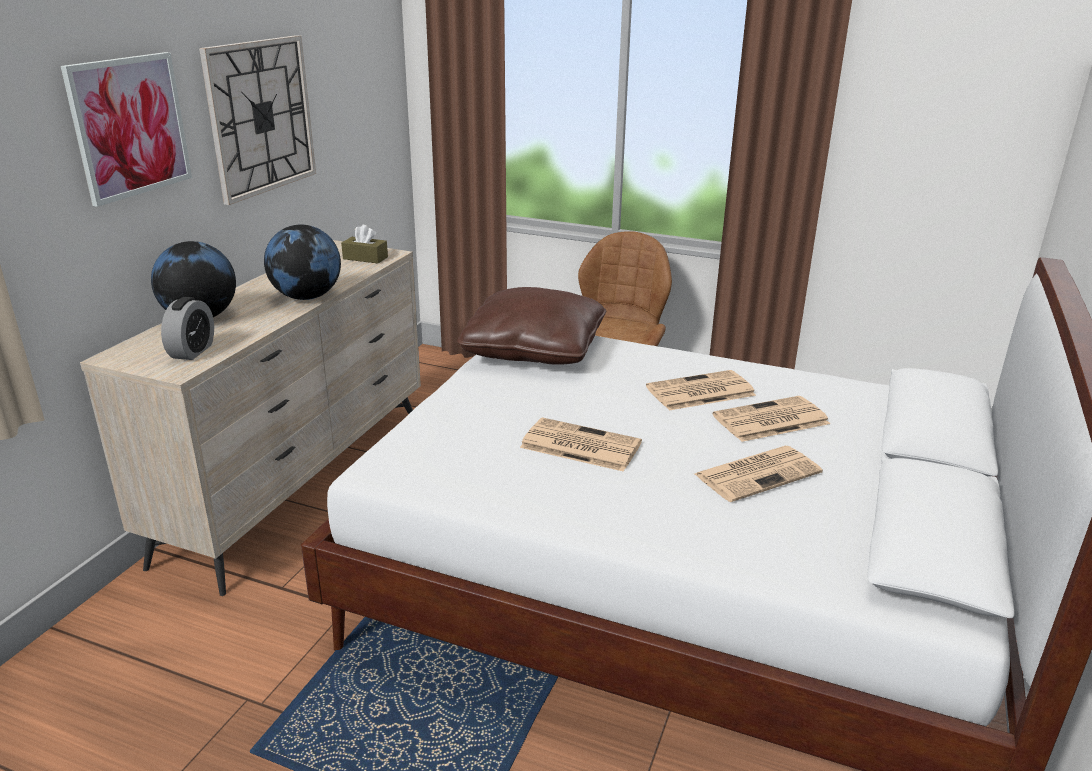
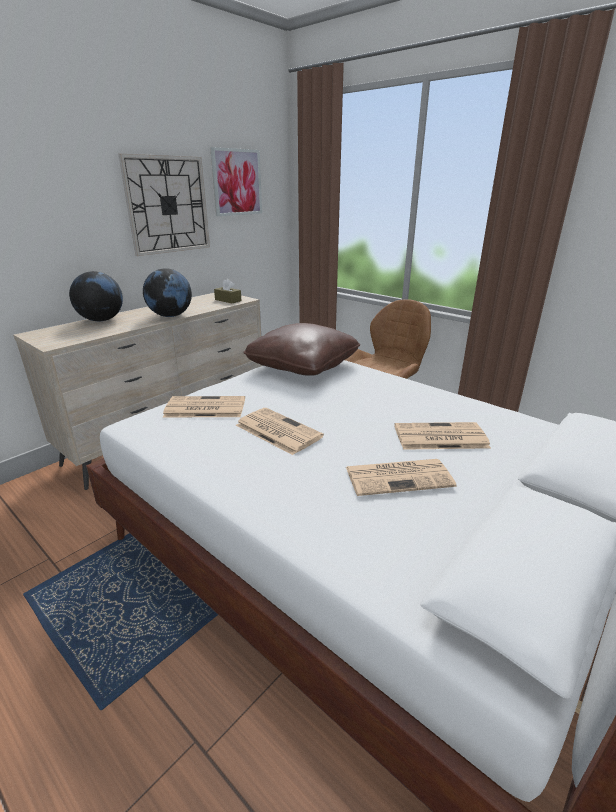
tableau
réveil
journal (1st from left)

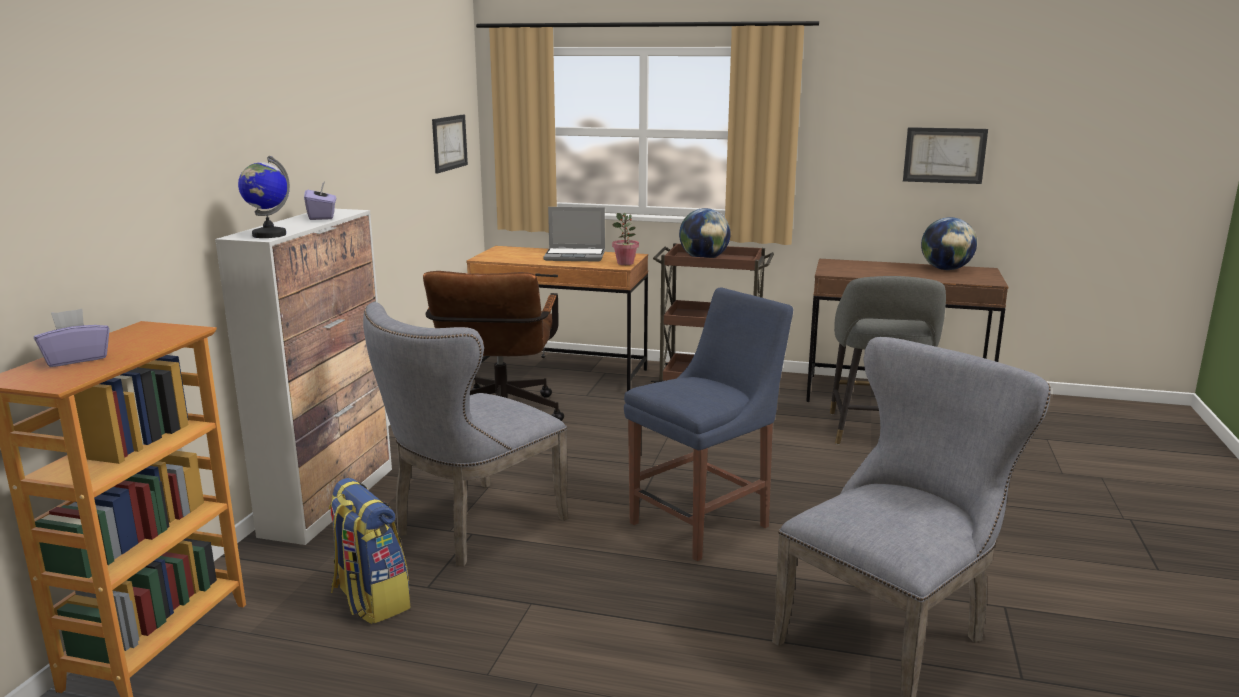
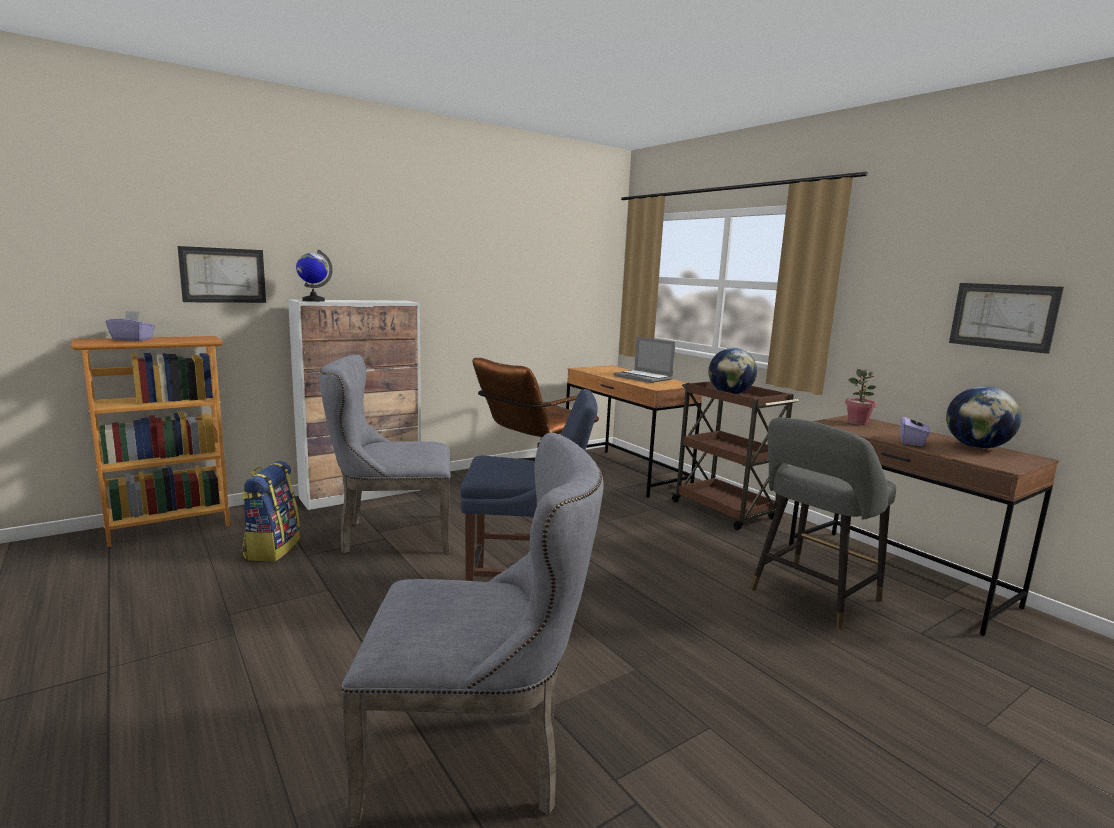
boîte à mouchoirs (violet) (2nd from left)
tableau (1st from left)
plante en pot

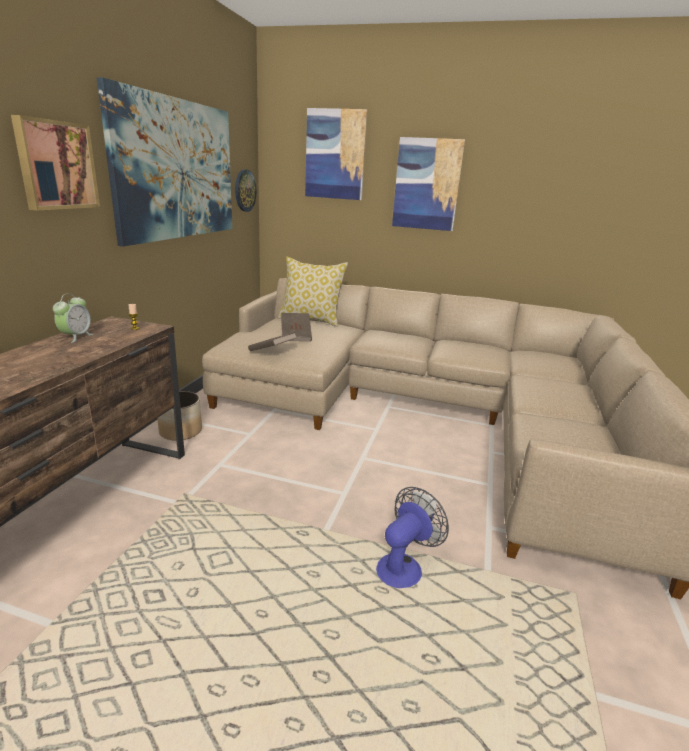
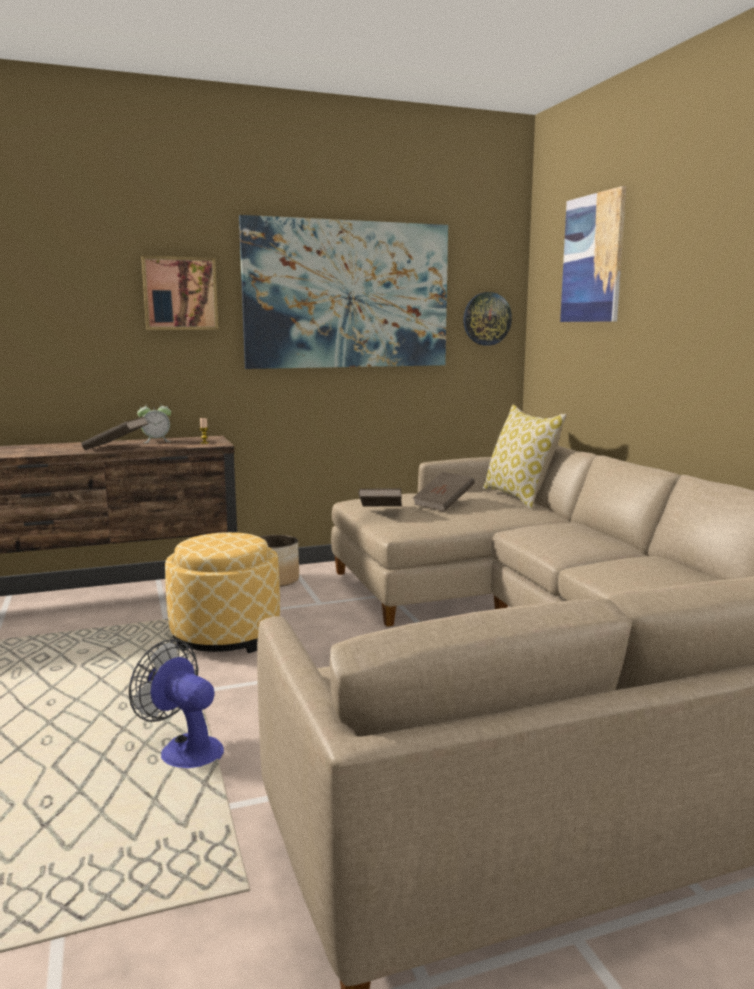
ventilateur
tableau (4th from left in the first image)
livre (marron) (1st from left)
pouf

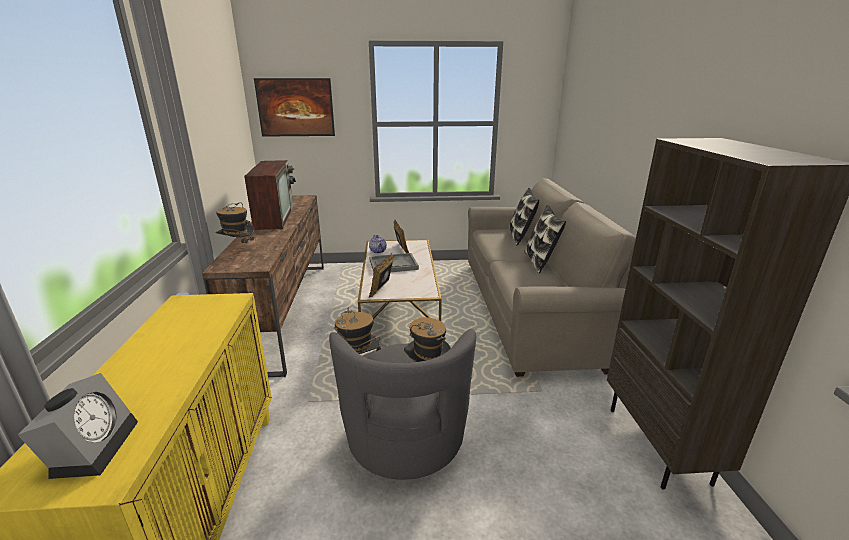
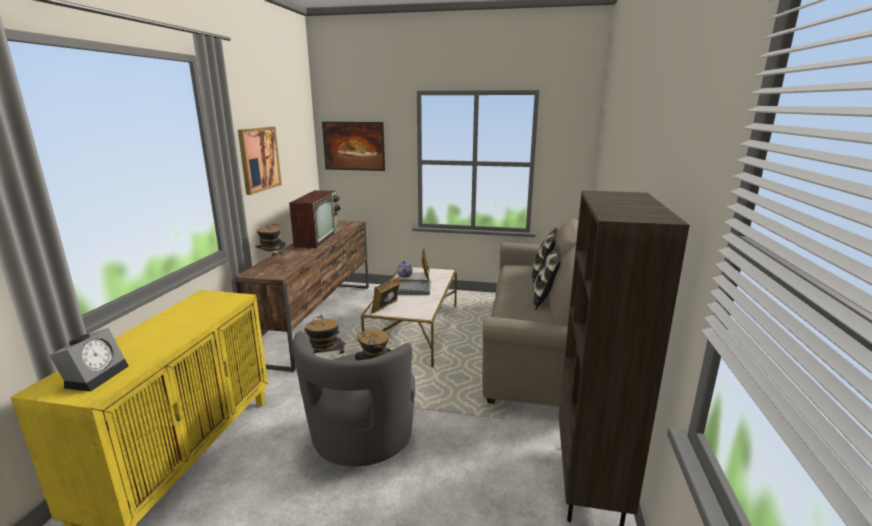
tableau (1st from left)

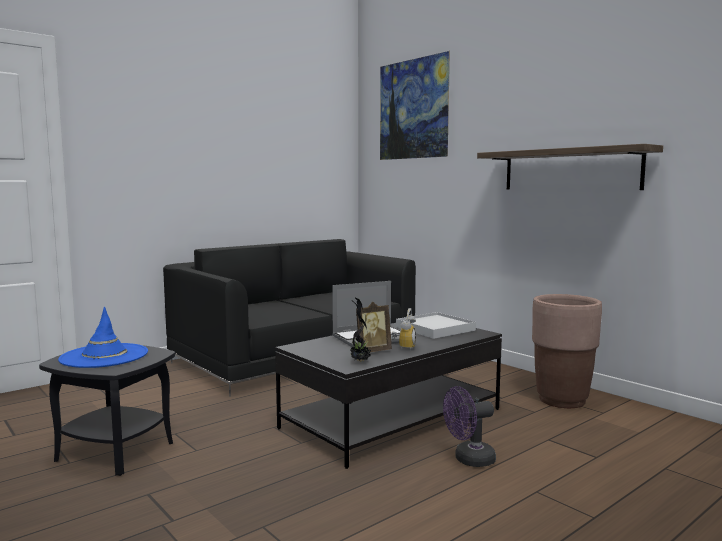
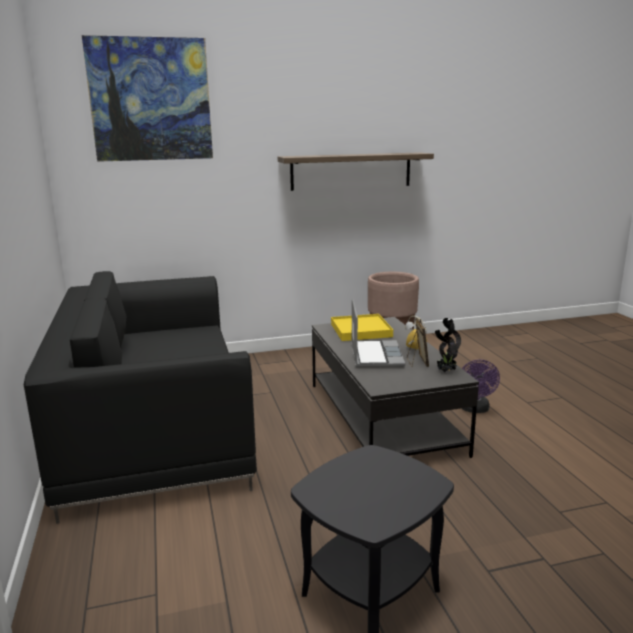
chapeau (bleu)
plateau (jaune)

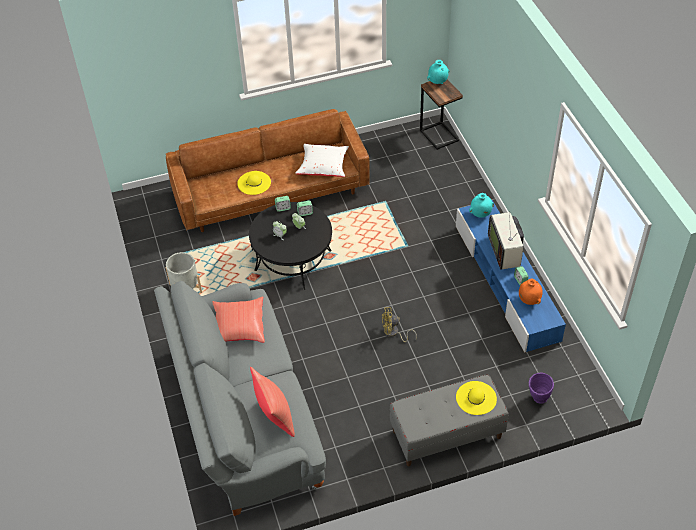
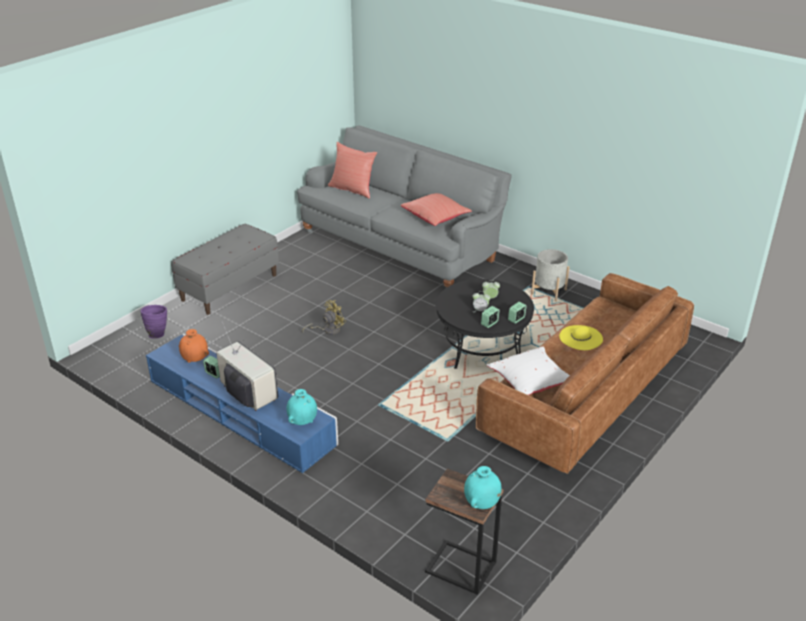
chapeau (jaune) (2nd from left in the first image)

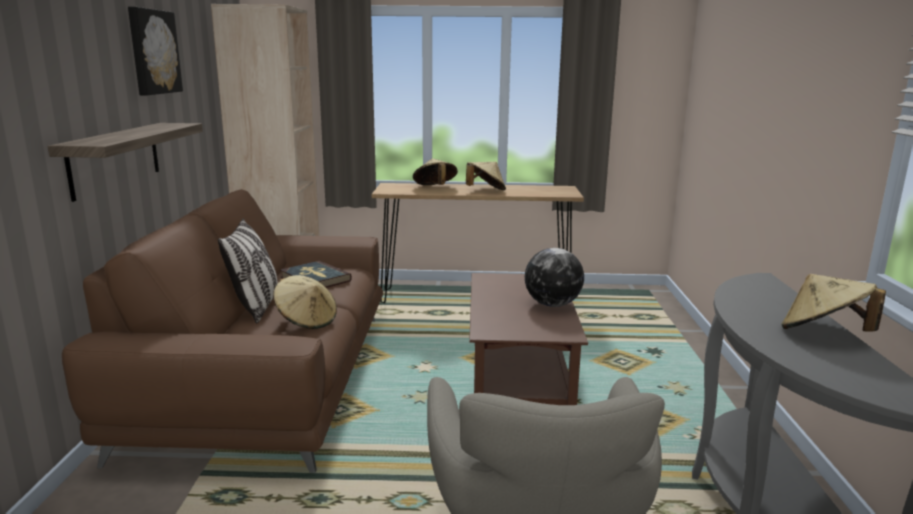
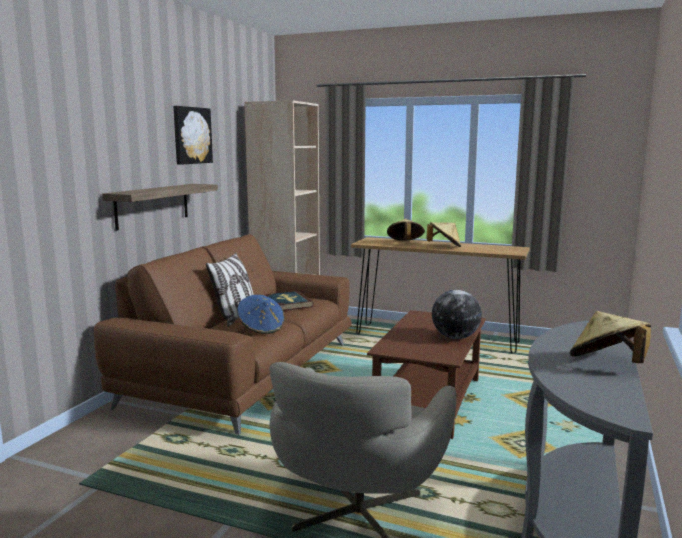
chapeau (bleu)

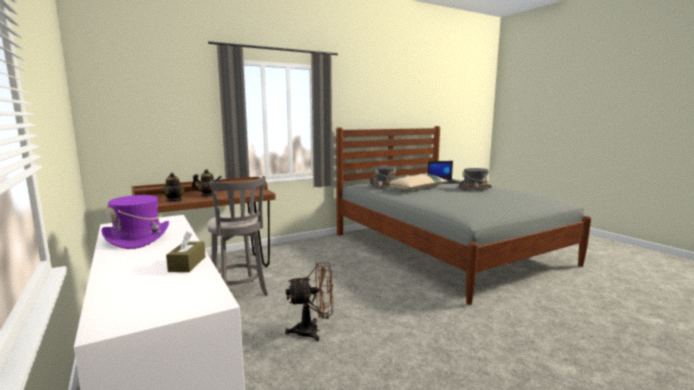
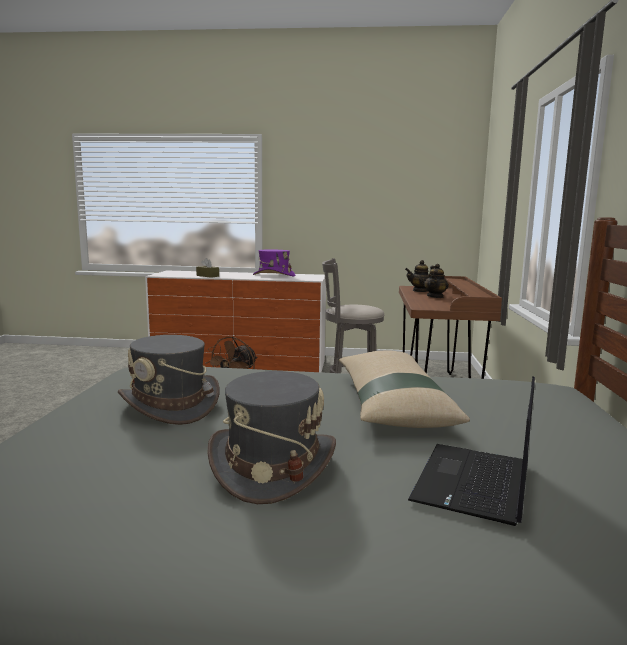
chapeau (gris) (1st from left)

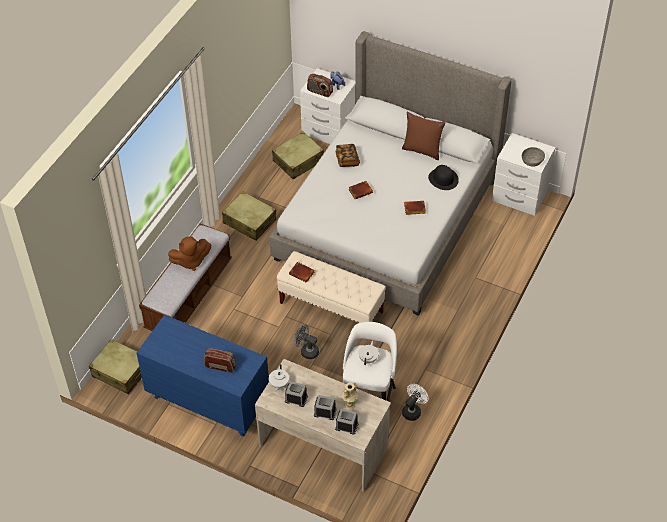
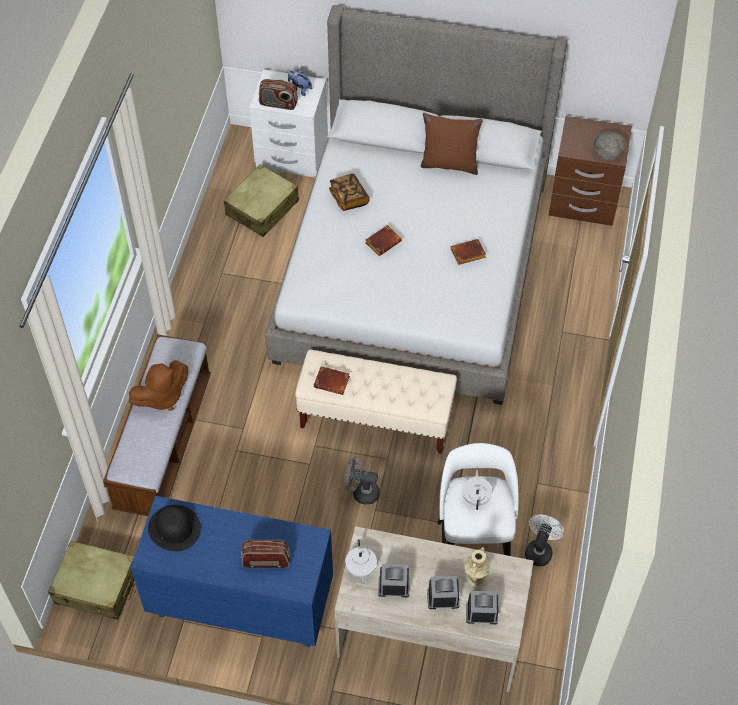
valise (beige) (2nd from left in the first image)
chapeau (noir)
table de chevet (marron)

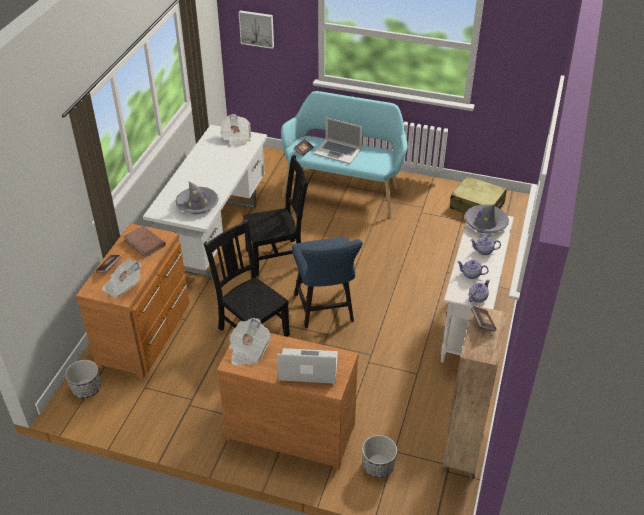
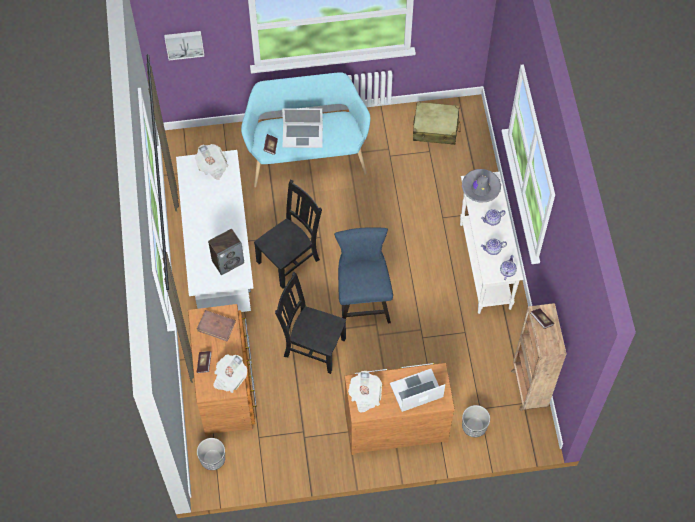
enceinte
chaise (bleu)

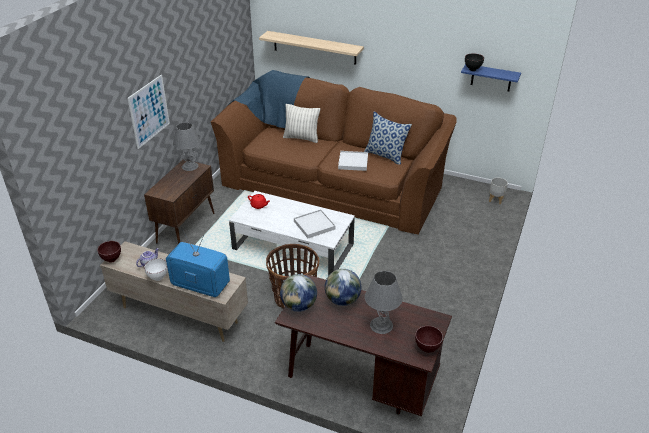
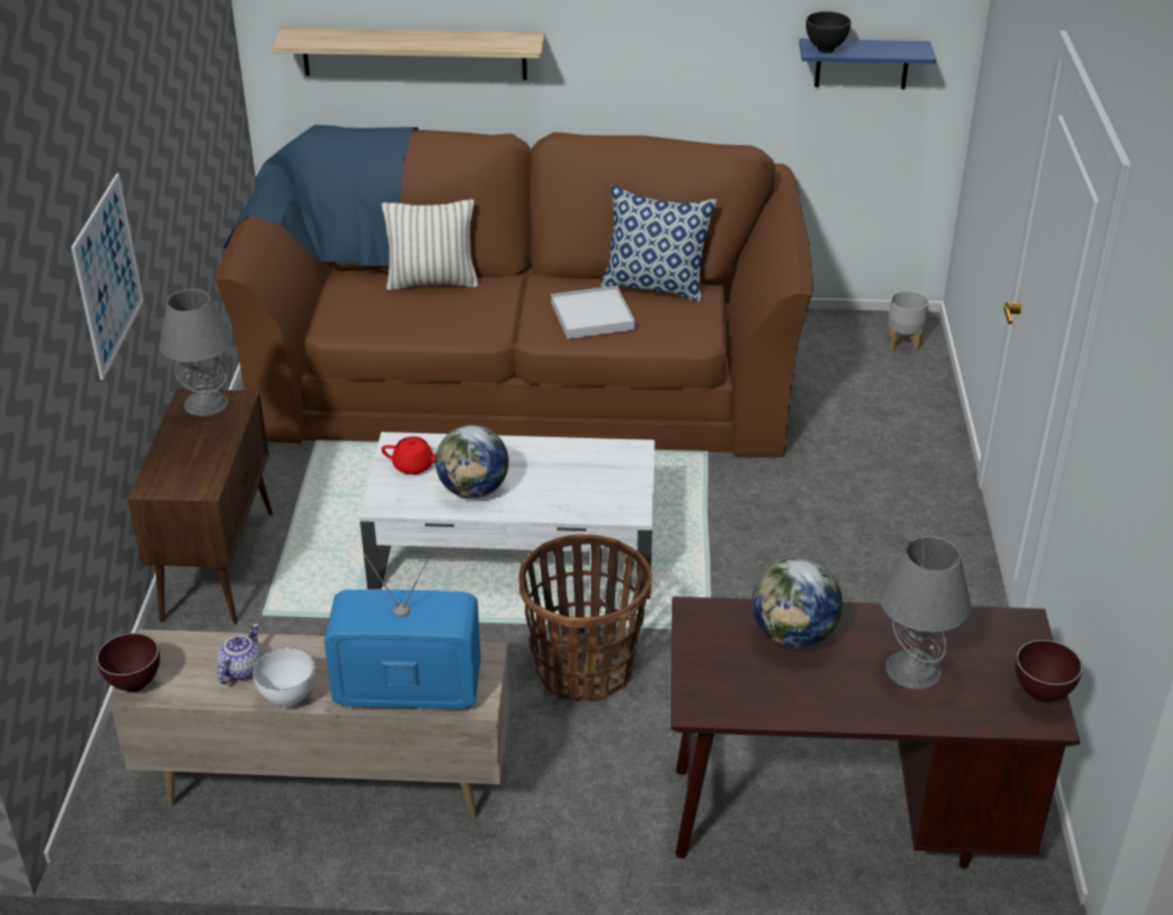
globe (1st from left)
plateau (blanc) (1st from left in the first image)

